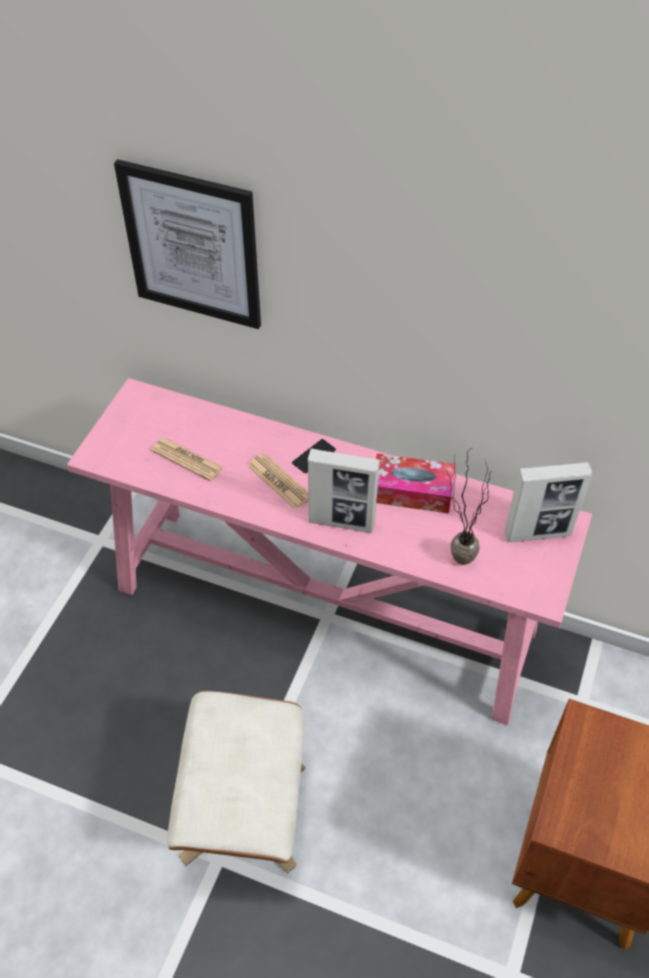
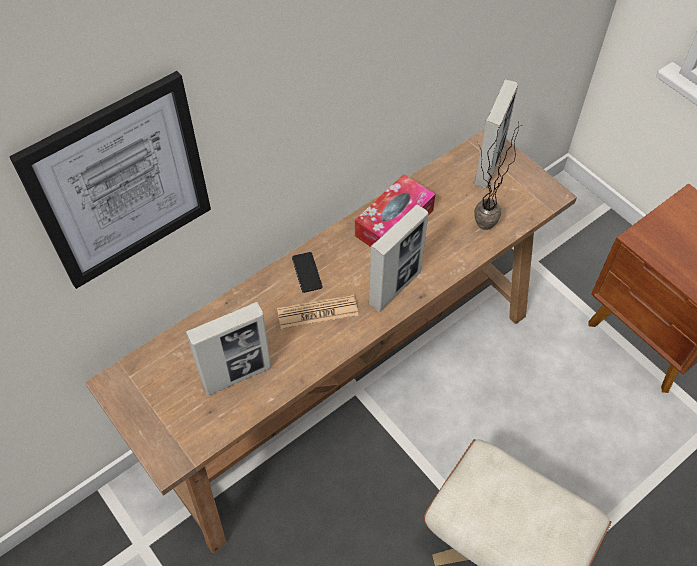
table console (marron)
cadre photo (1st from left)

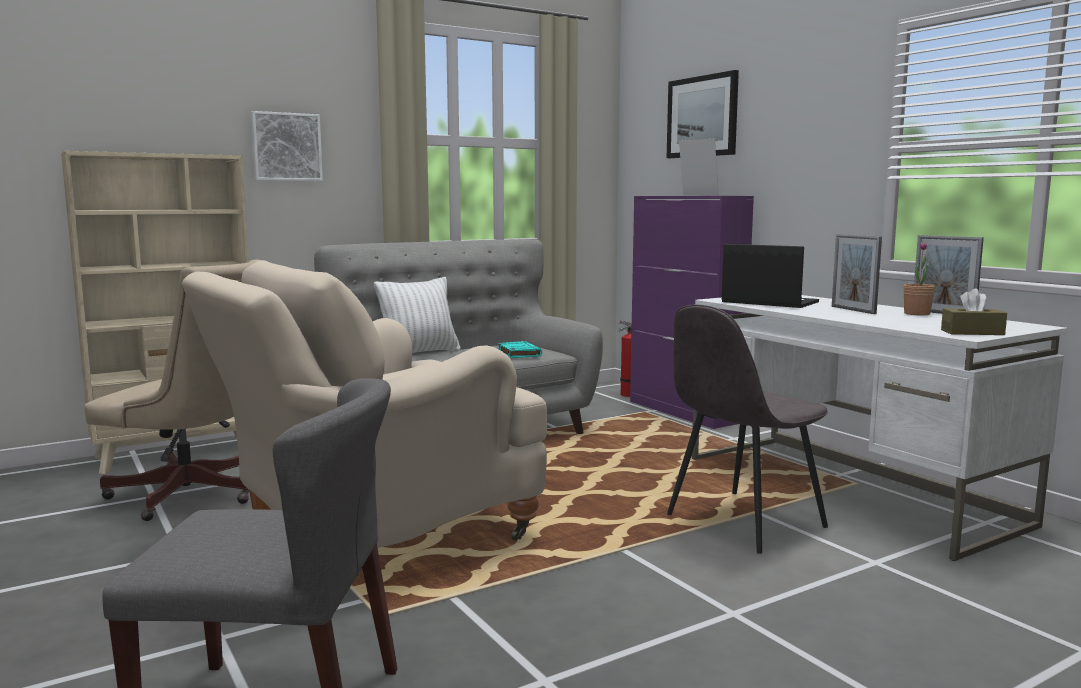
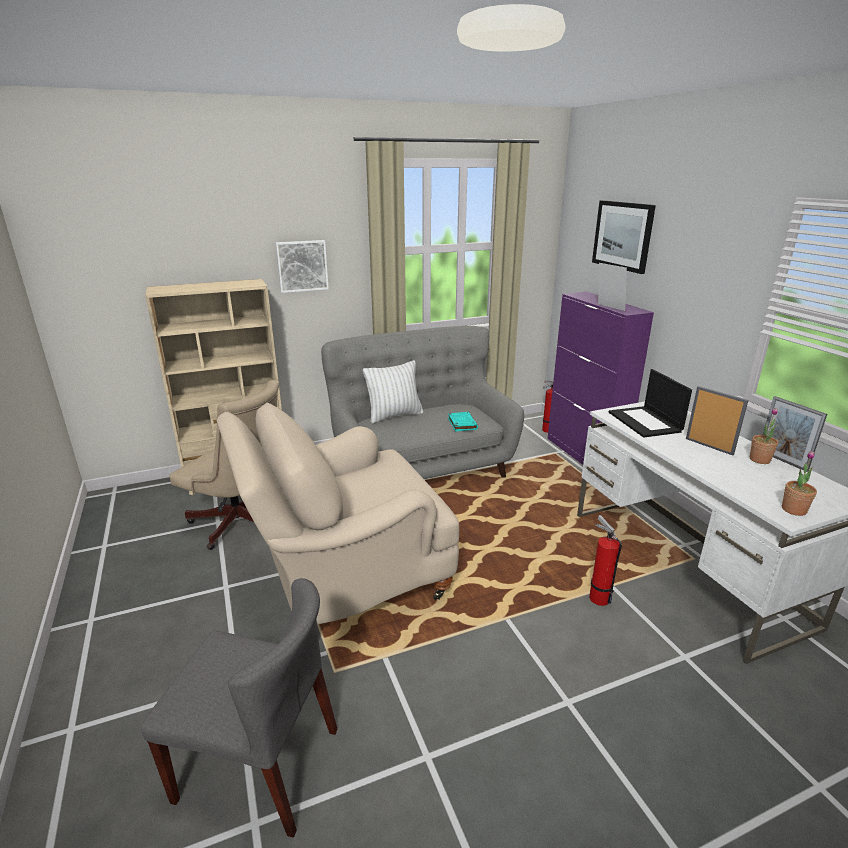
extincteur (2nd from left)
ordinateur portable
cadre photo (2nd from left)
plante en pot (2nd from left)

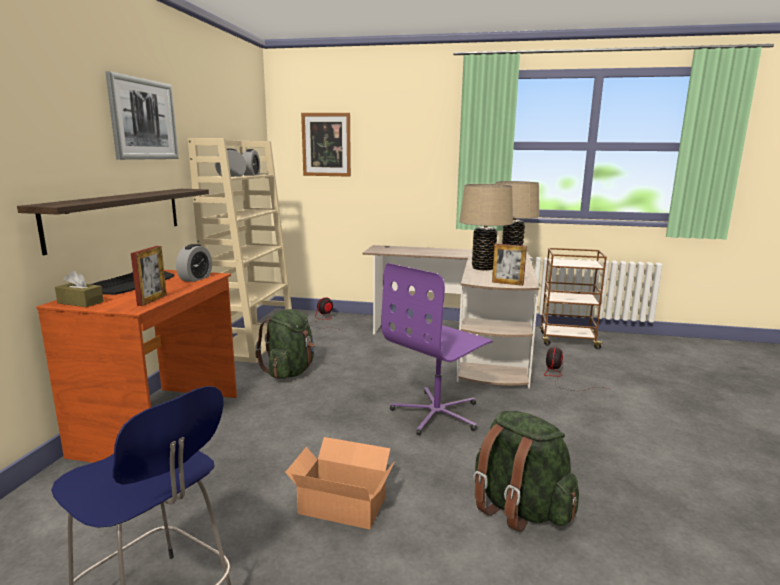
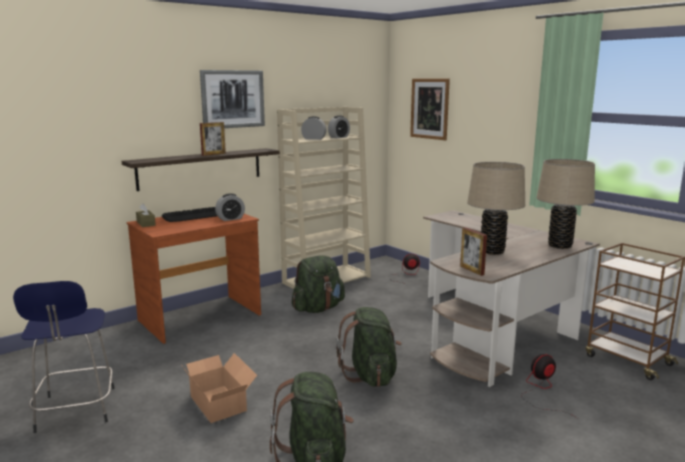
cadre photo (1st from left)
sac à dos (vert) (3rd from left)

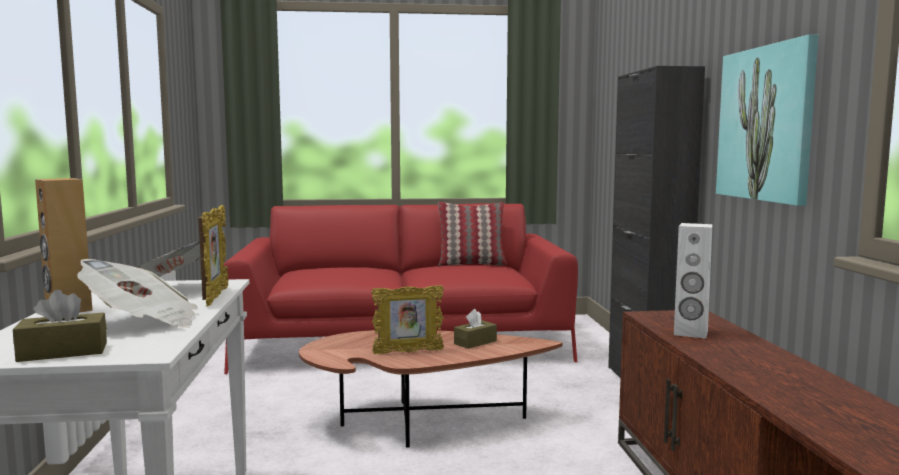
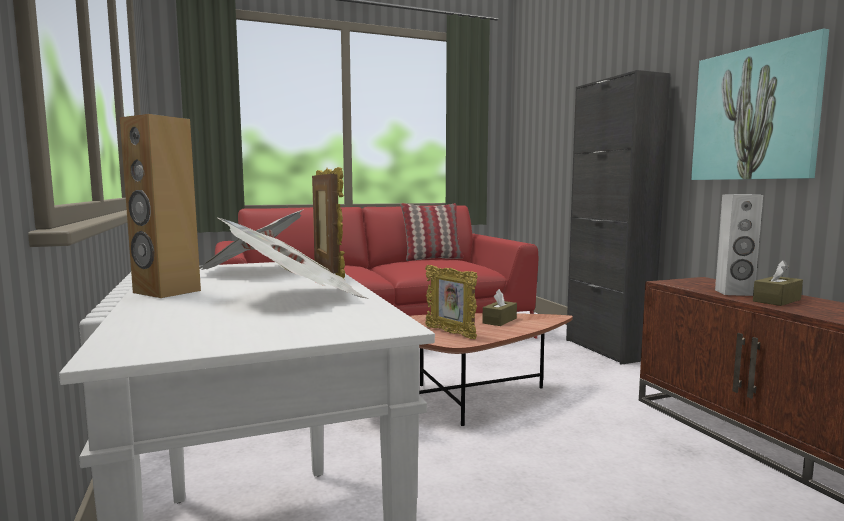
boîte à mouchoirs (marron) (2nd from left)
cadre photo (2nd from left)

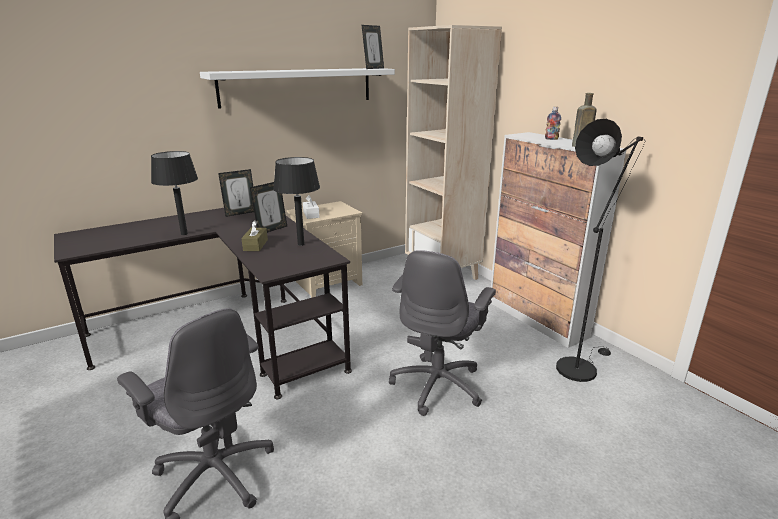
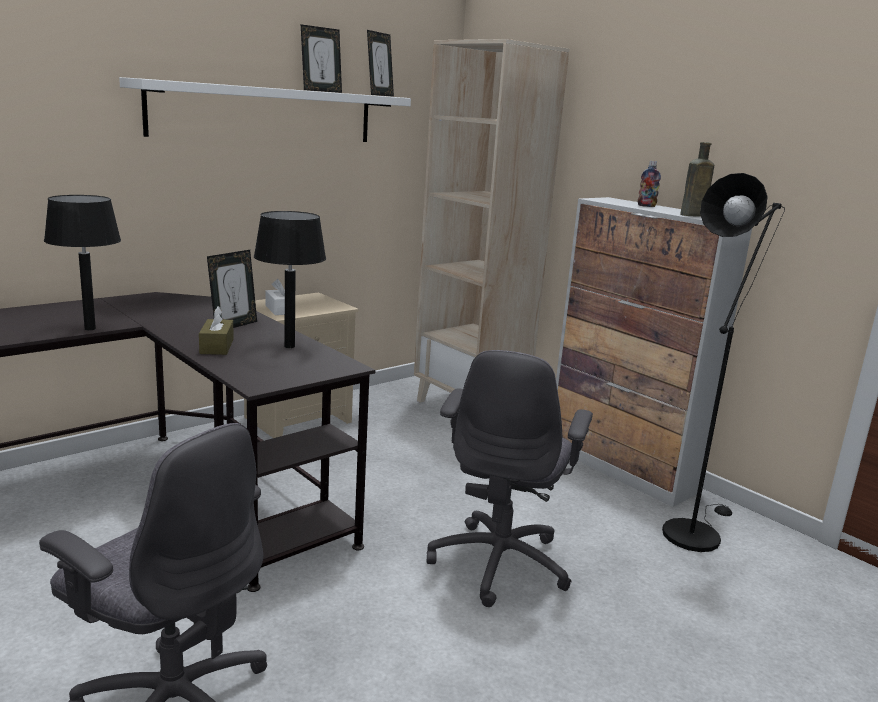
cadre photo (2nd from left)

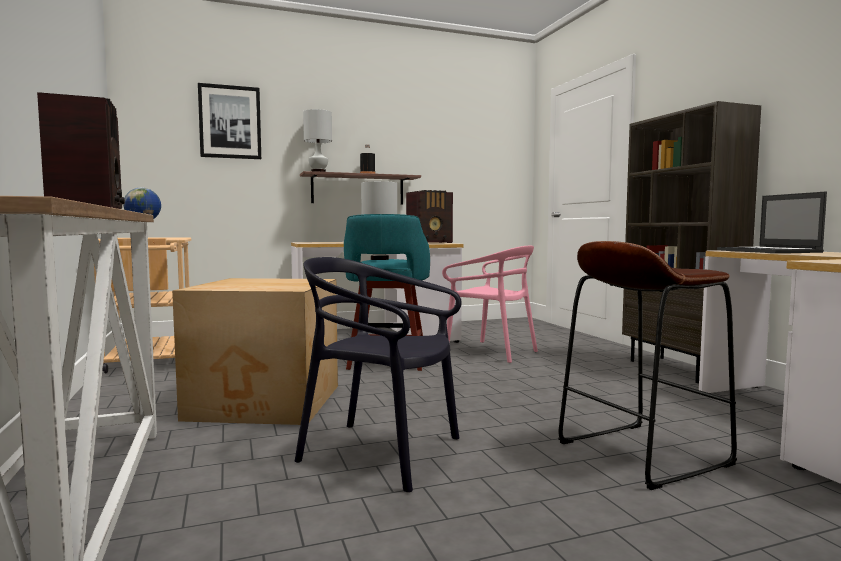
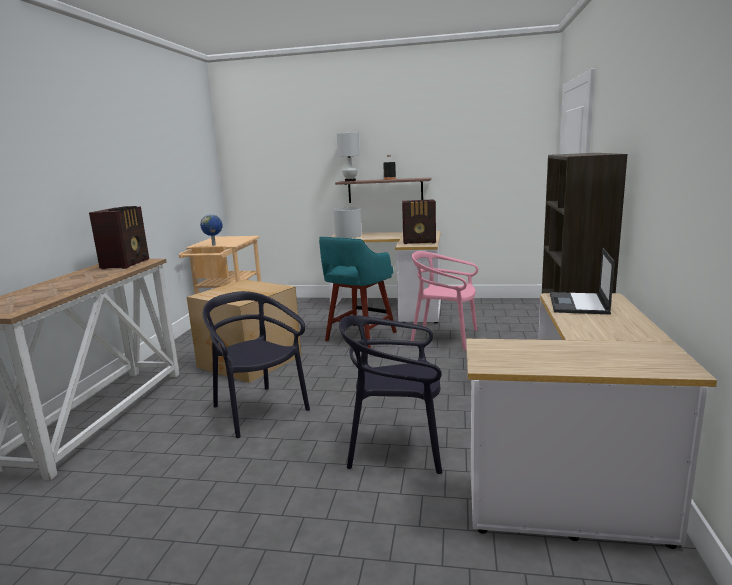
tableau
chaise (rose)
chaise (noir) (2nd from left)

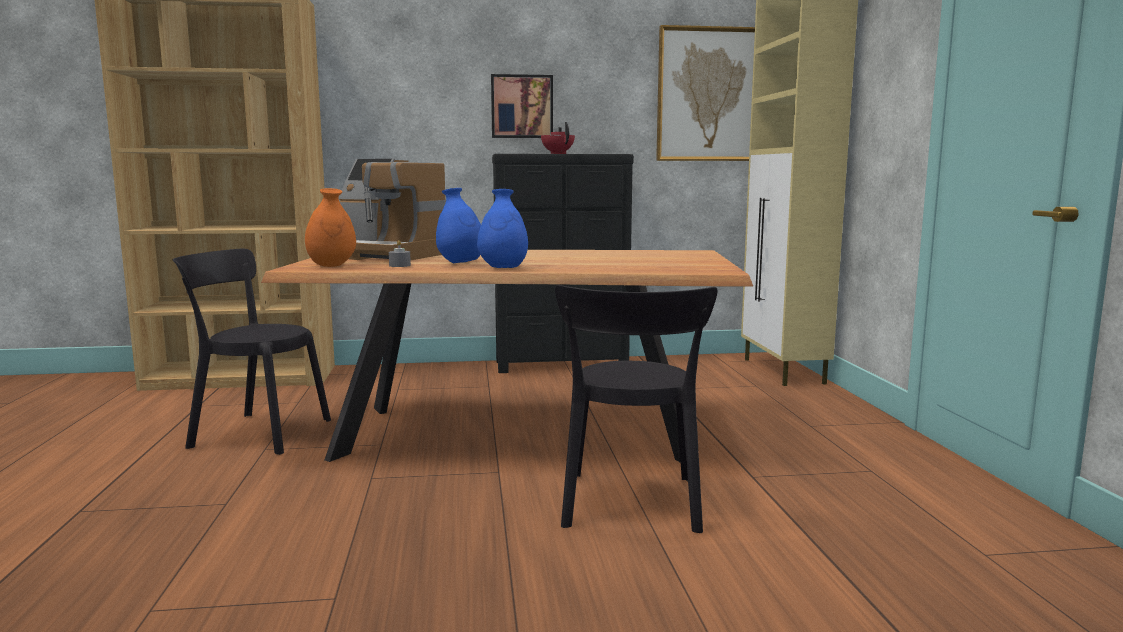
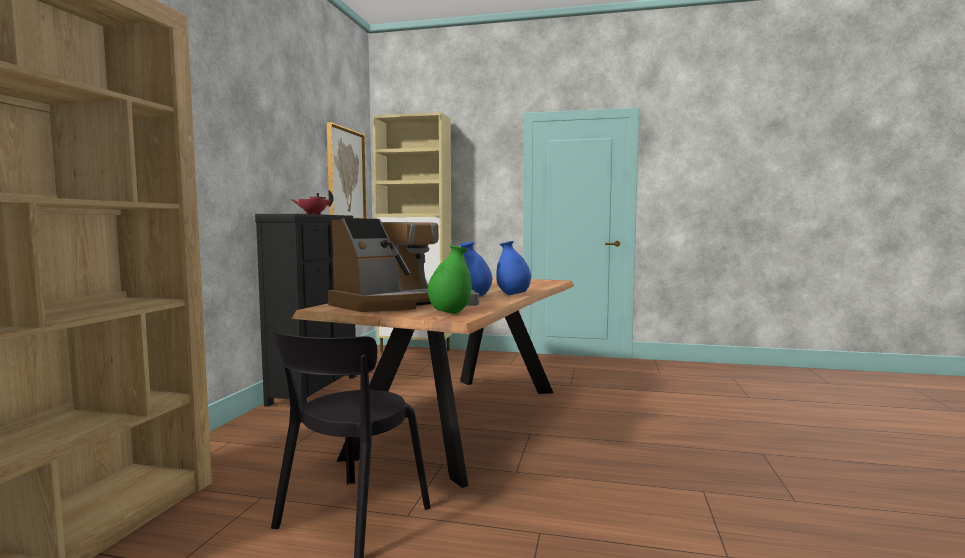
vase (vert)
tableau (1st from left in the first image)
chaise (noir) (2nd from left in the first image)

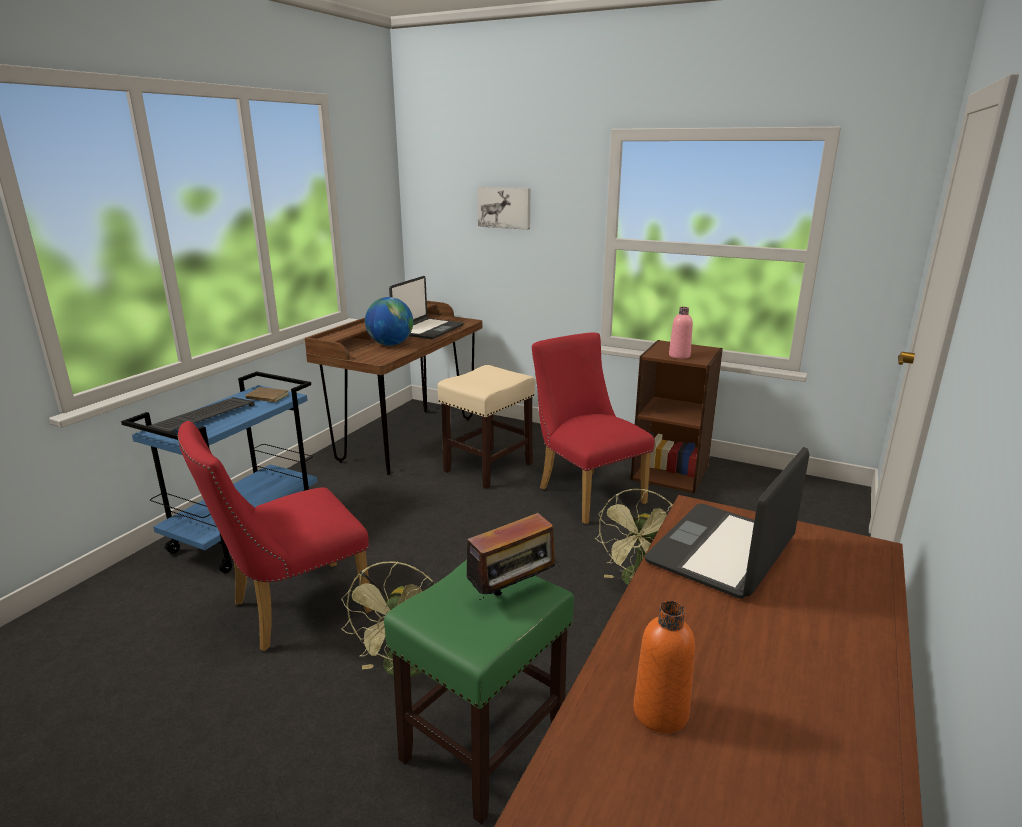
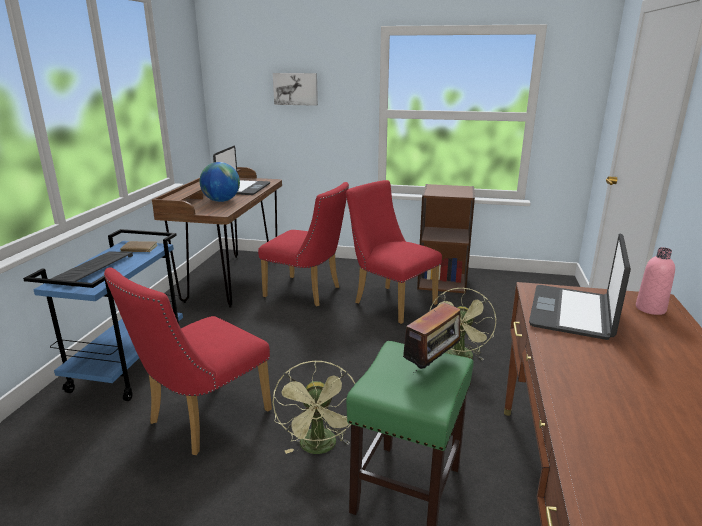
chaise (rouge) (2nd from left)
bouteille (orange)
bouteille (rose)

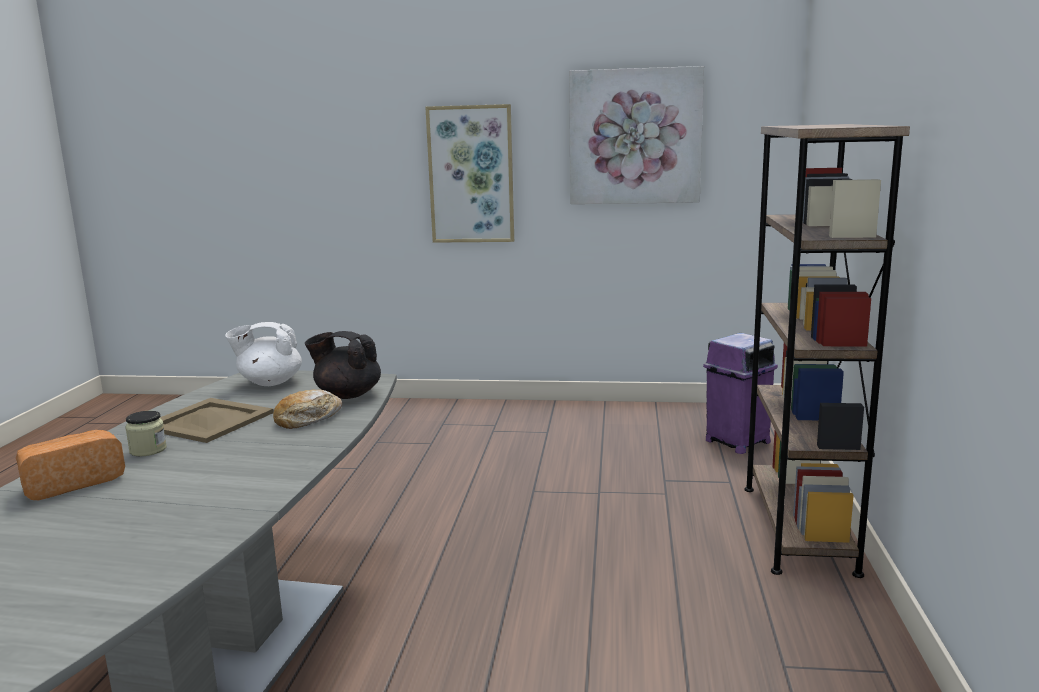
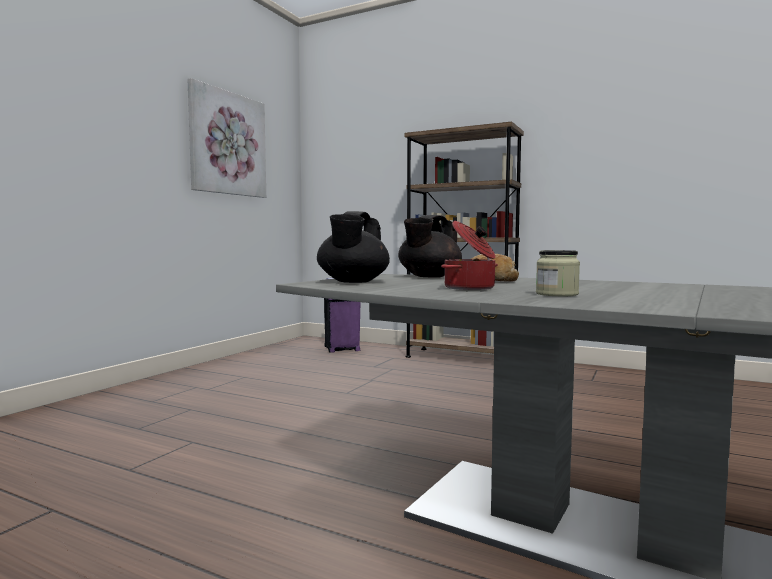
pain (1st from left in the first image)
marmite
théière (noir) (1st from left)
tableau (1st from left in the first image)

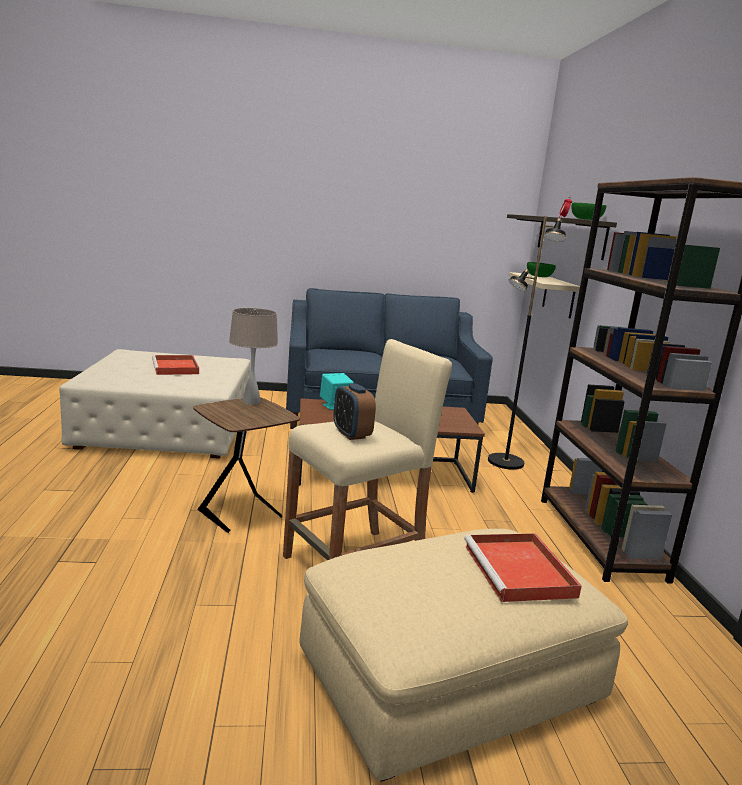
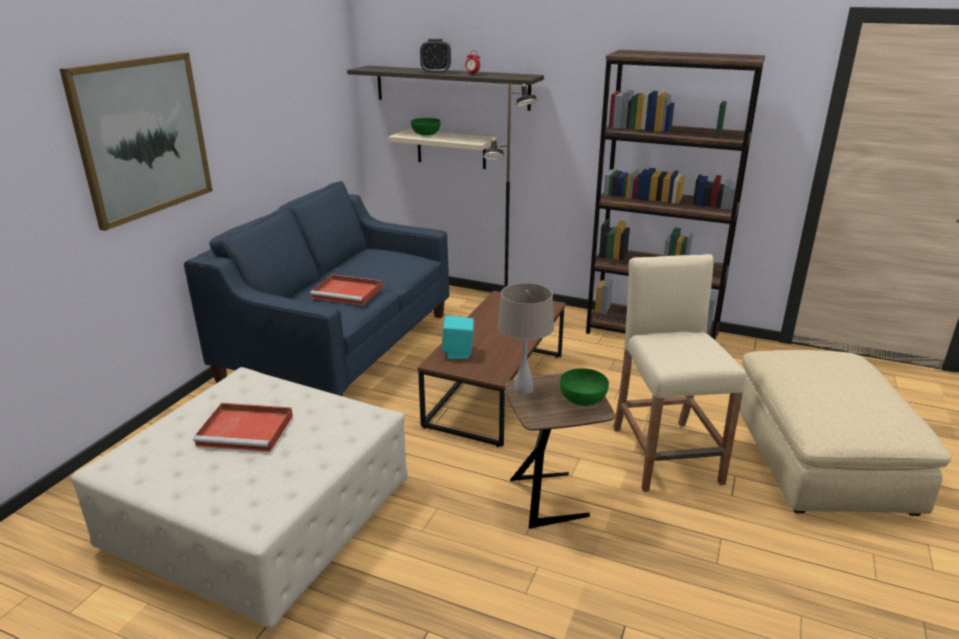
réveil (1st from left)
plateau (rouge) (2nd from left)
bol (vert) (2nd from left)
tableau

